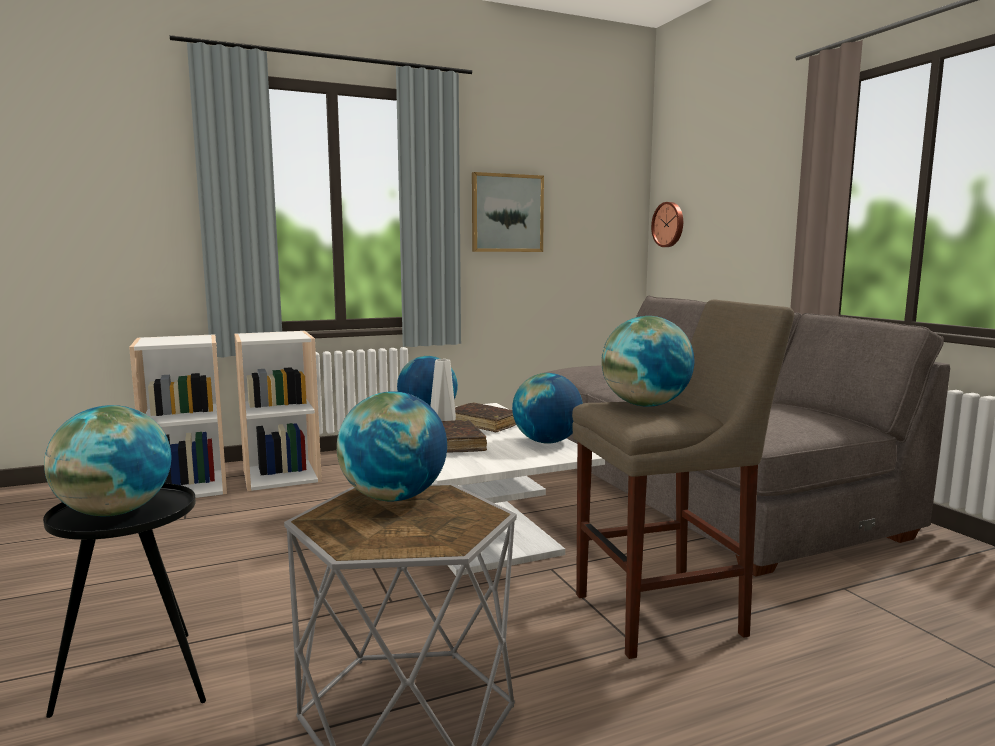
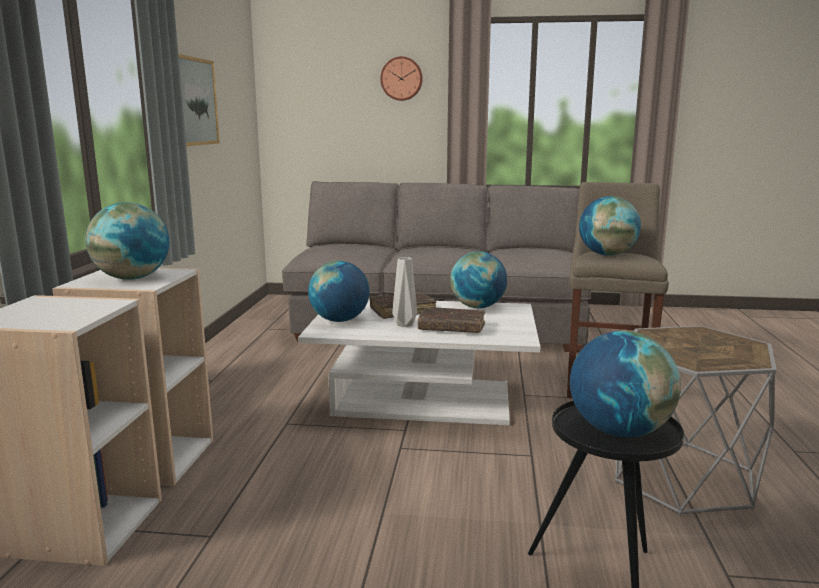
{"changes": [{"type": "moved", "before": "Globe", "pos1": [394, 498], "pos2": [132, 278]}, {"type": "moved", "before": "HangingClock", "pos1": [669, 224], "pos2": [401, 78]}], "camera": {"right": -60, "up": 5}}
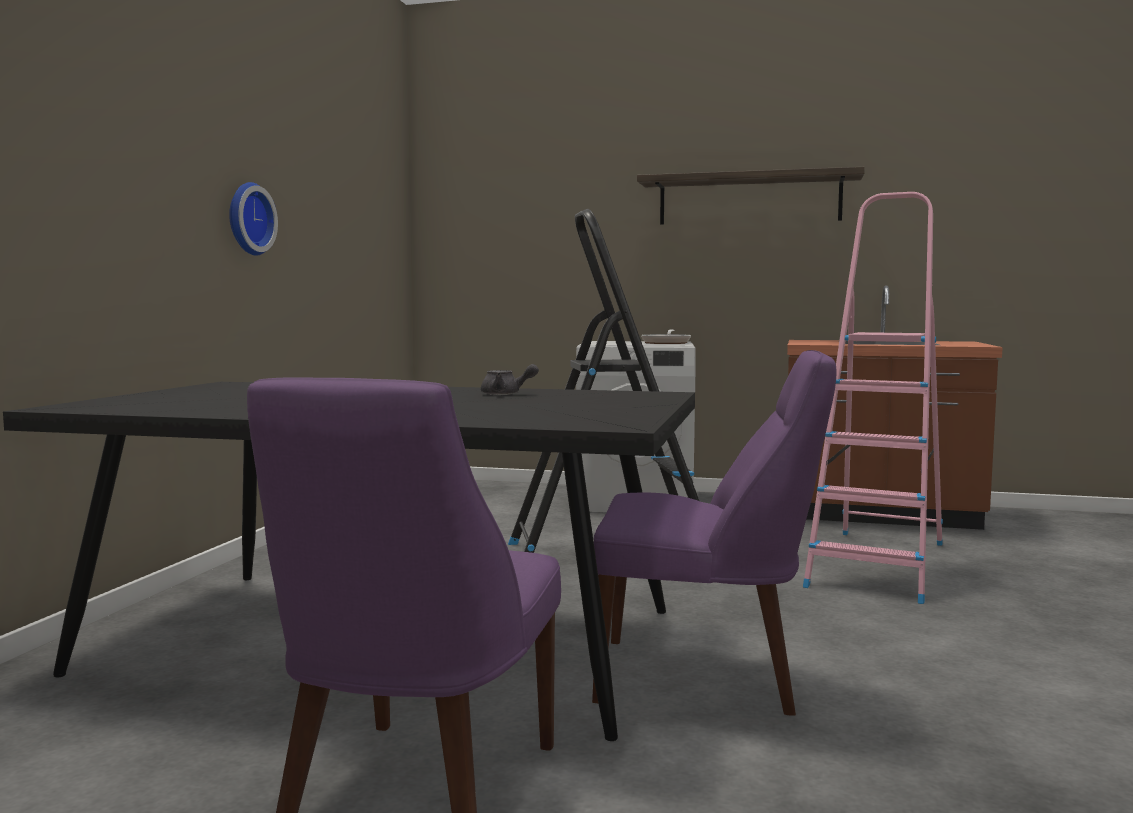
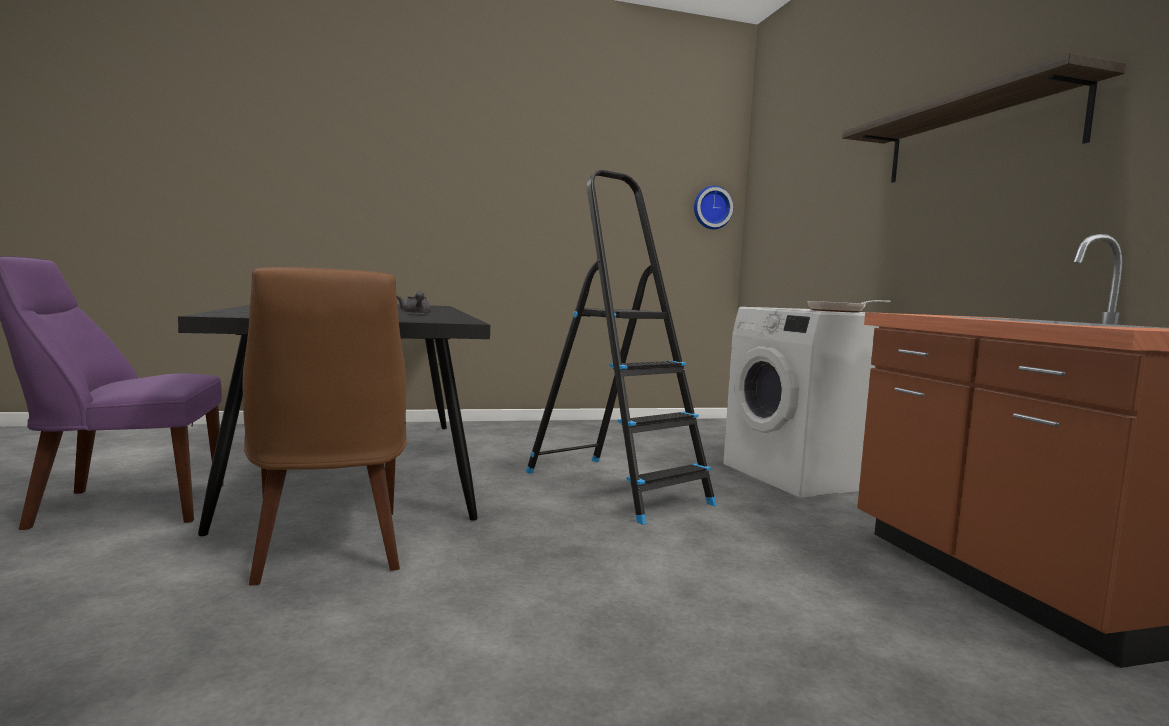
{"changes": [{"type": "recoloured", "before": "PurpleUprightChair", "after": "BrownUprightChair", "pos1": [706, 677], "pos2": [328, 548]}, {"type": "moved", "before": "HangingClock", "pos1": [247, 219], "pos2": [711, 208]}, {"type": "removed", "before": "PinkColouredStepLadder", "pos1": [878, 564]}], "camera": {"right": 60, "up": 0}}
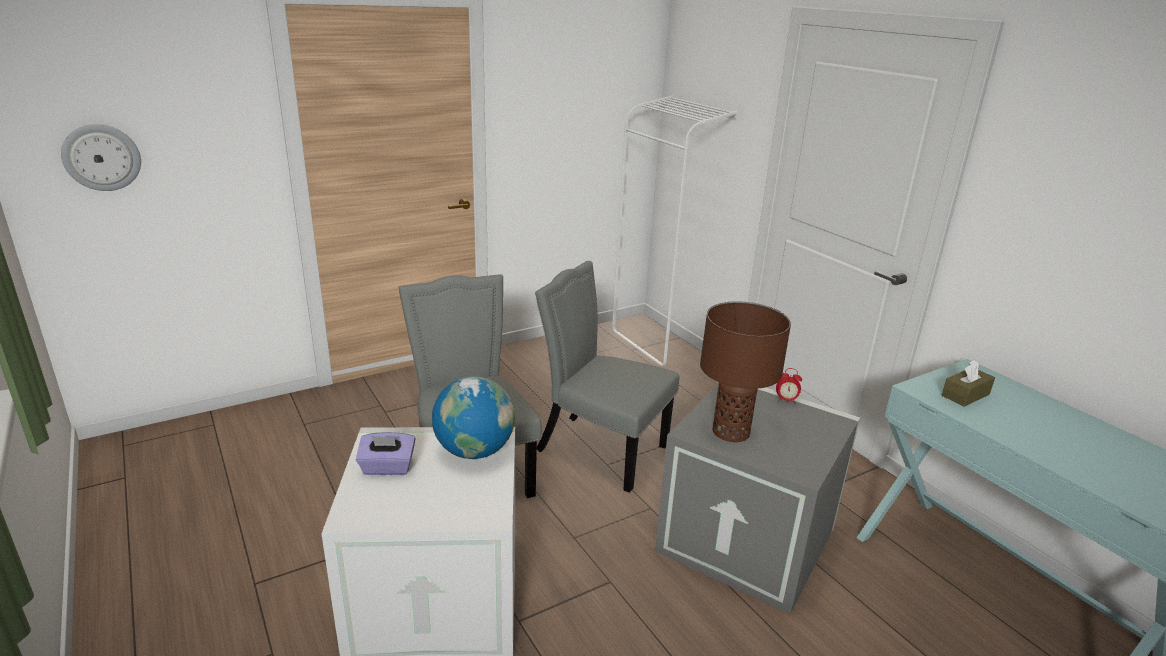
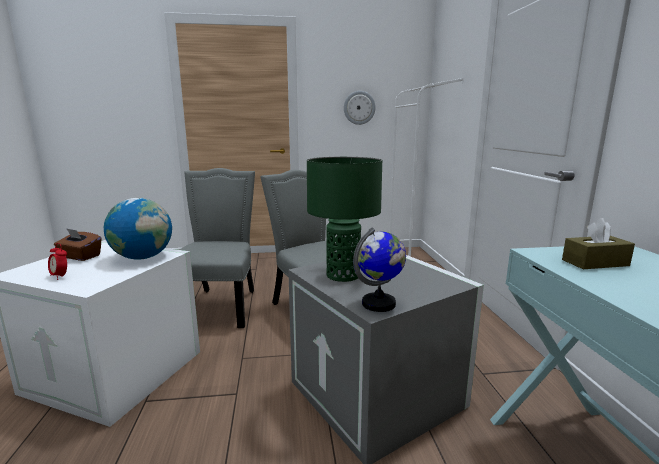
{"changes": [{"type": "moved", "before": "AlarmClock", "pos1": [786, 400], "pos2": [60, 276]}, {"type": "recoloured", "before": "PurpleTissueHolder", "after": "BrownTissueHolder", "pos1": [387, 468], "pos2": [80, 257]}, {"type": "recoloured", "before": "BrownLampForATable", "after": "GreenColouredLampForATable", "pos1": [731, 432], "pos2": [343, 275]}, {"type": "moved", "before": "HangingClock", "pos1": [102, 157], "pos2": [359, 107]}, {"type": "added", "after": "Globe", "pos2": [379, 304]}], "camera": {"right": 25, "up": -10}}
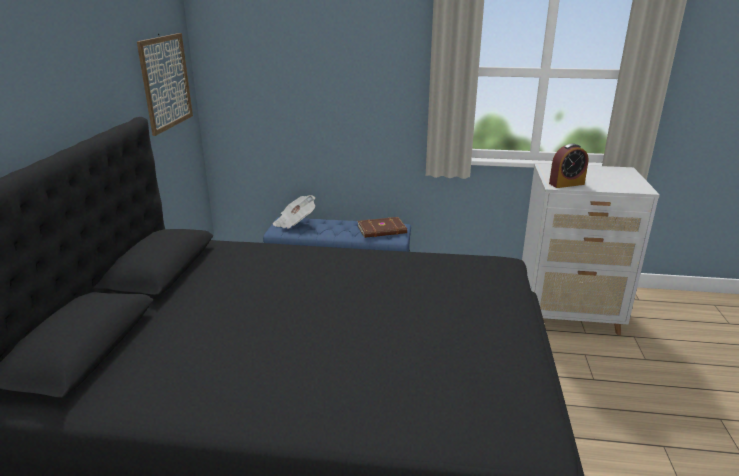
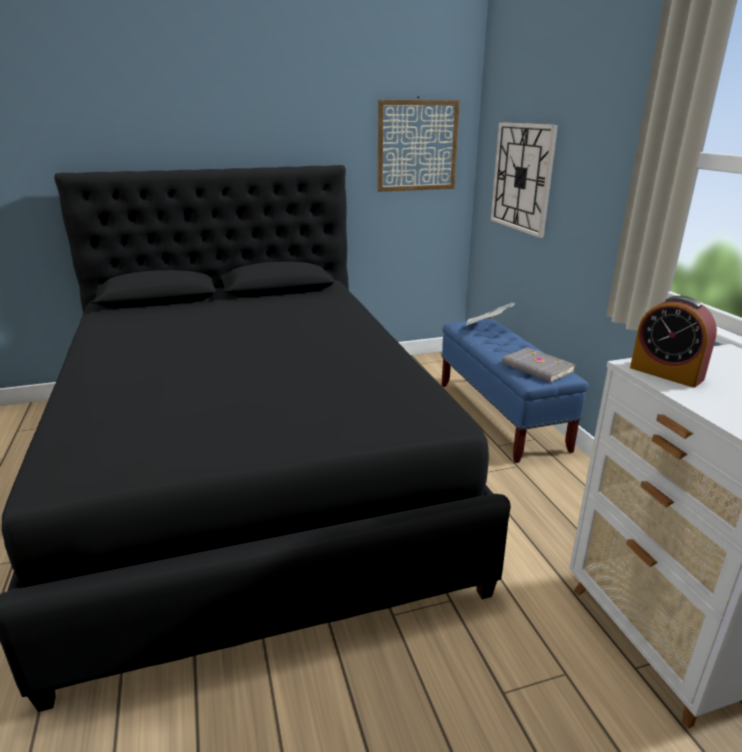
{"changes": [{"type": "added", "after": "HangingClock", "pos2": [522, 177]}, {"type": "recoloured", "before": "BrownVolume", "after": "GrayVolume", "pos1": [382, 230], "pos2": [537, 368]}], "camera": {"right": 65, "up": 0}}
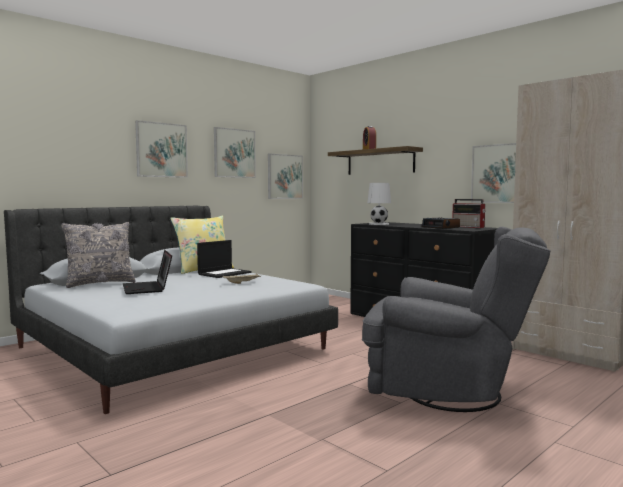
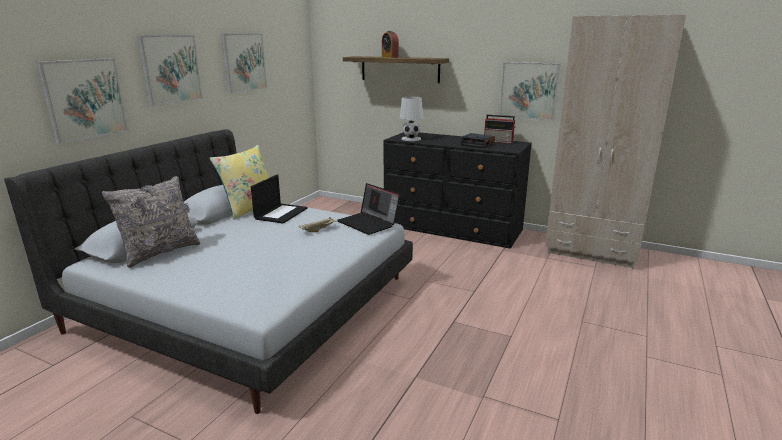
{"changes": [{"type": "moved", "before": "WallArt", "pos1": [285, 176], "pos2": [85, 99]}, {"type": "moved", "before": "PortableComputer", "pos1": [148, 288], "pos2": [369, 223]}, {"type": "removed", "before": "GrayLoungeChair", "pos1": [448, 392]}], "camera": {"right": -20, "up": 15}}
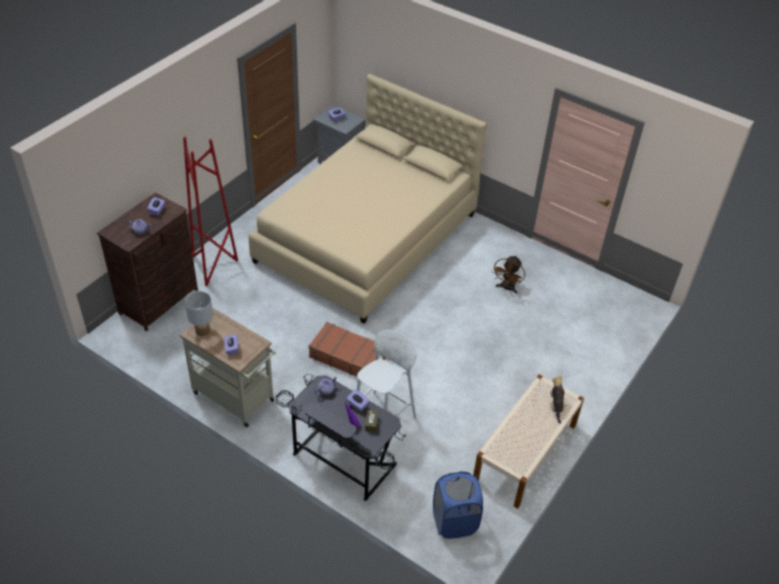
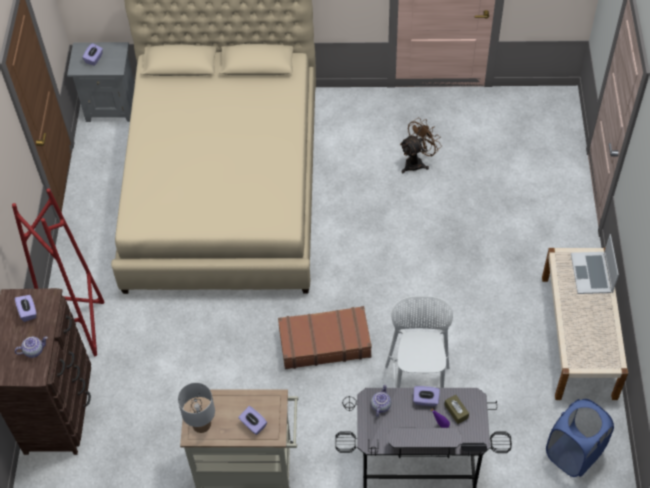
{"changes": [{"type": "turned", "before": "BrownCoolingFan", "pos1": [506, 288], "pos2": [417, 162], "turn": -120}, {"type": "replaced", "before": "SoftToy", "after": "PortableComputer", "pos1": [556, 406], "pos2": [592, 273]}], "camera": {"right": -30, "up": 10}}
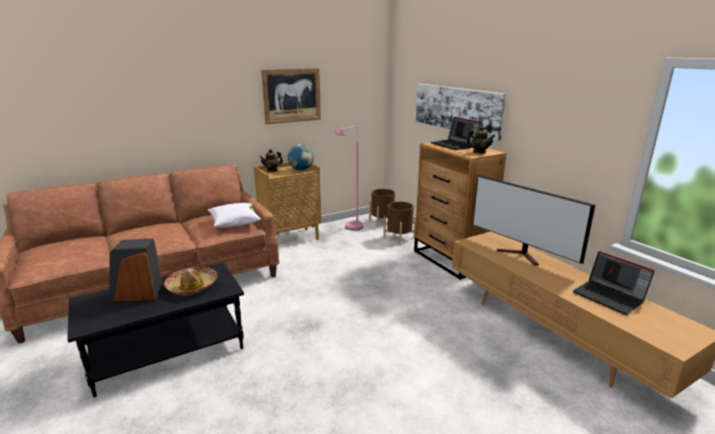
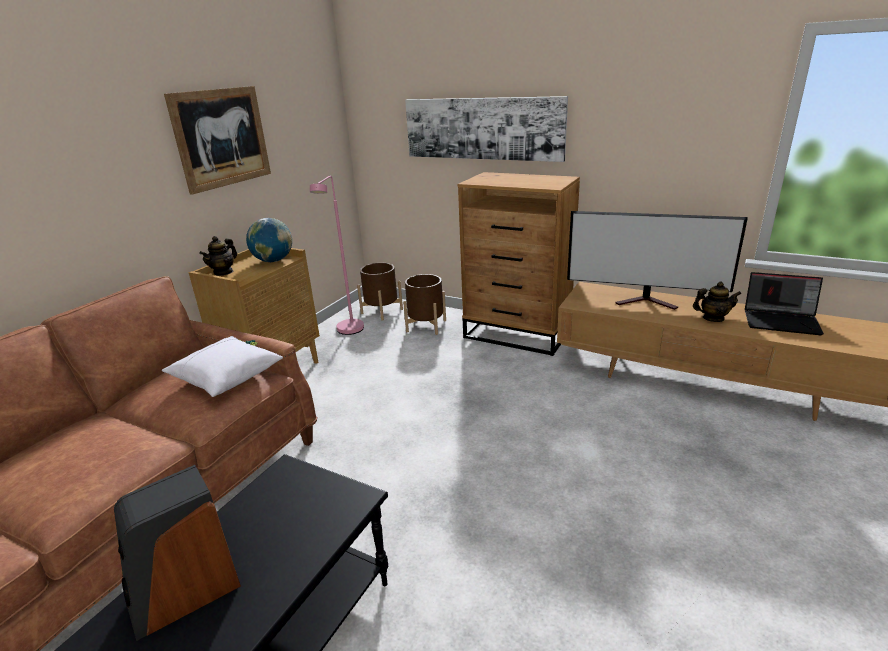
{"changes": [{"type": "moved", "before": "PotForTea", "pos1": [479, 152], "pos2": [713, 318]}, {"type": "removed", "before": "WearableHat", "pos1": [192, 286]}, {"type": "removed", "before": "PortableComputer", "pos1": [454, 145]}], "camera": {"right": -30, "up": 5}}
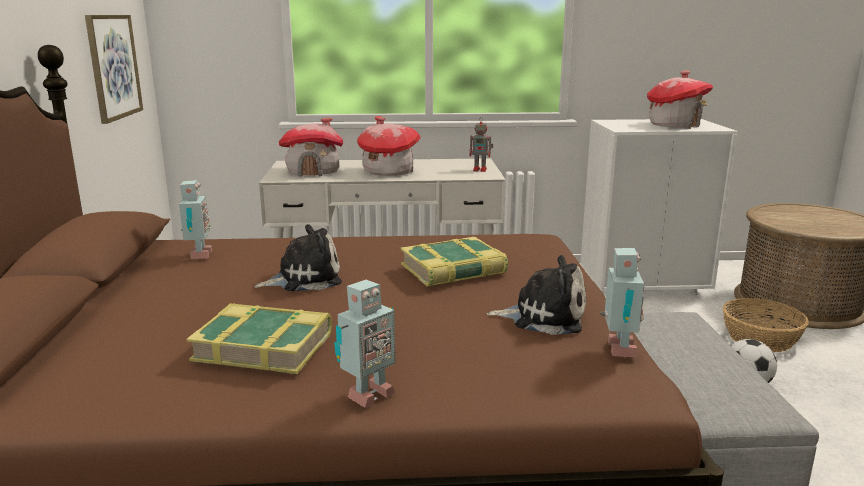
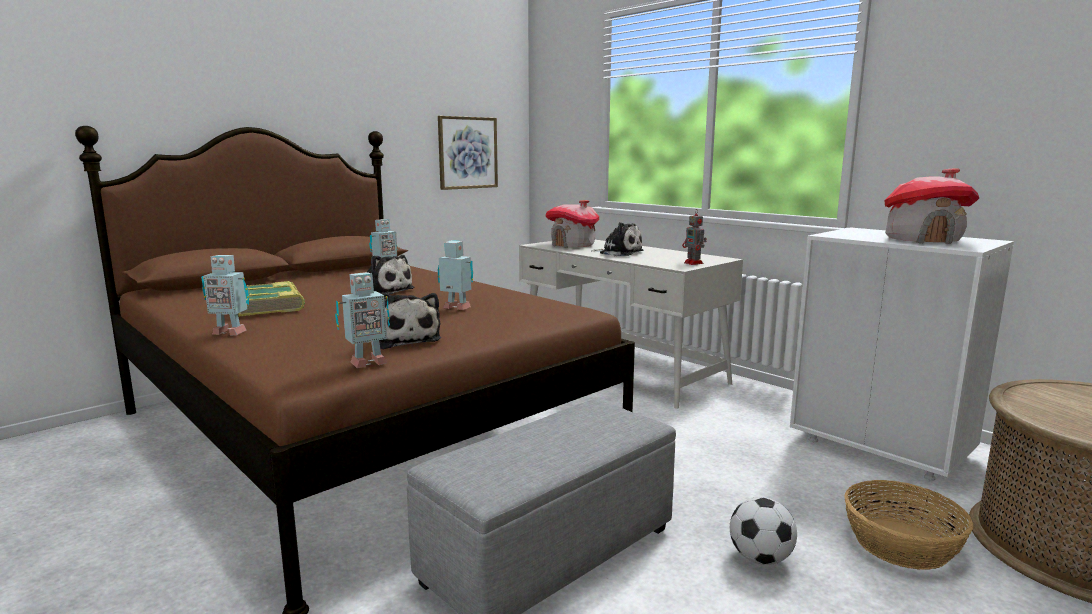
{"changes": [{"type": "replaced", "before": "Volume", "after": "ModelRobot", "pos1": [453, 270], "pos2": [456, 308]}, {"type": "replaced", "before": "MiniatureHouse", "after": "SoftToy", "pos1": [388, 171], "pos2": [619, 253]}], "camera": {"right": 50, "up": -5}}
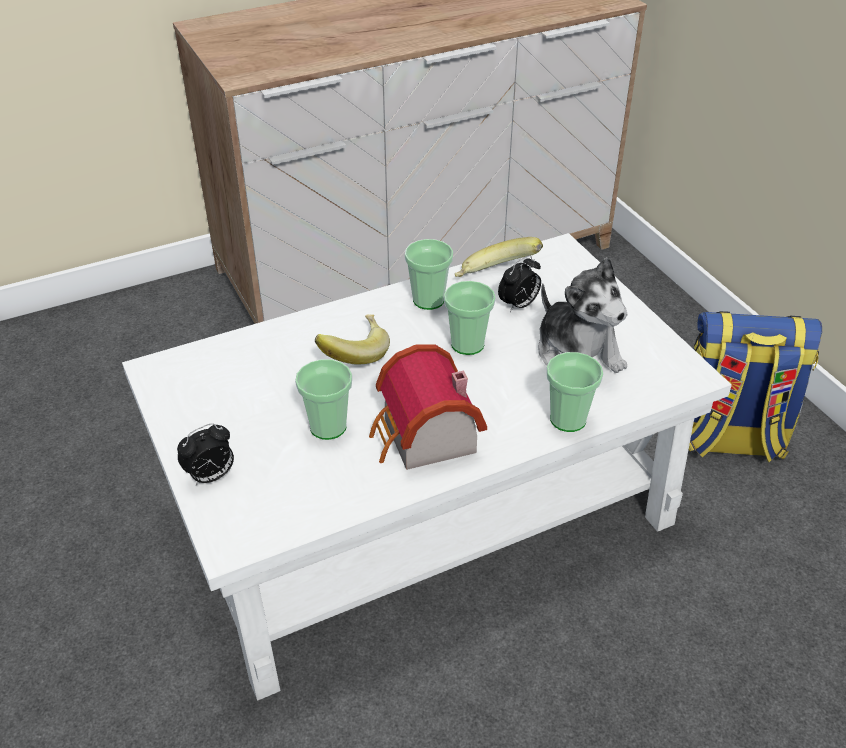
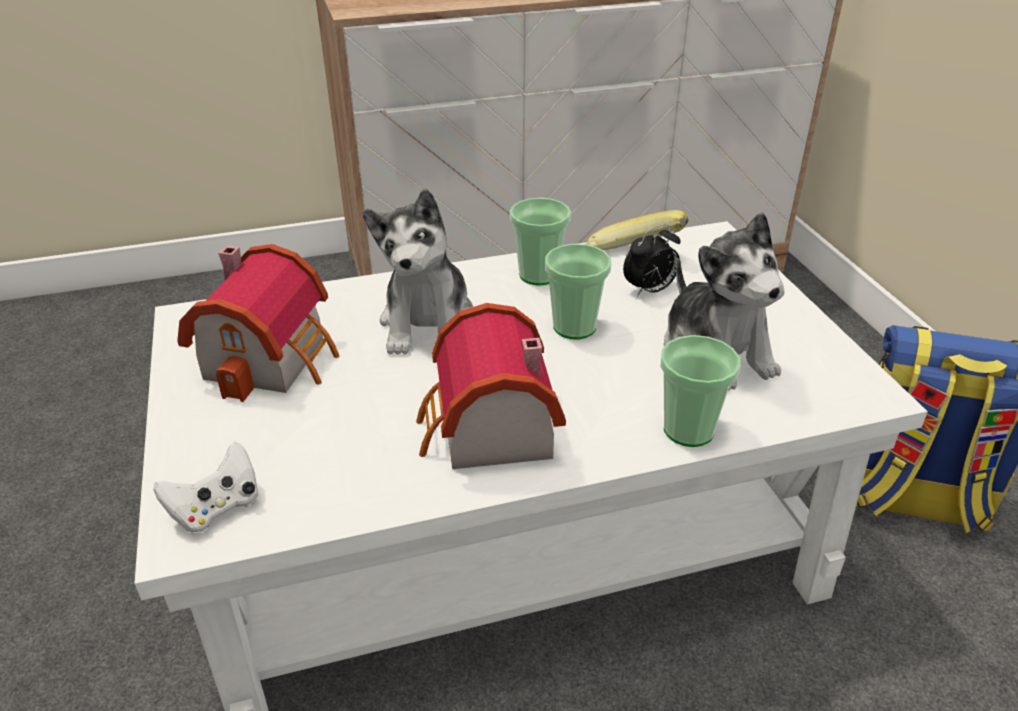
{"changes": [{"type": "added", "after": "WhitishJoypad", "pos2": [217, 509]}, {"type": "added", "after": "MiniatureHouse", "pos2": [273, 358]}, {"type": "replaced", "before": "BananaFruit", "after": "SoftToy", "pos1": [353, 353], "pos2": [429, 323]}, {"type": "removed", "before": "AlarmClock", "pos1": [211, 476]}, {"type": "removed", "before": "Cup", "pos1": [328, 426]}], "camera": {"right": 10, "up": -5}}
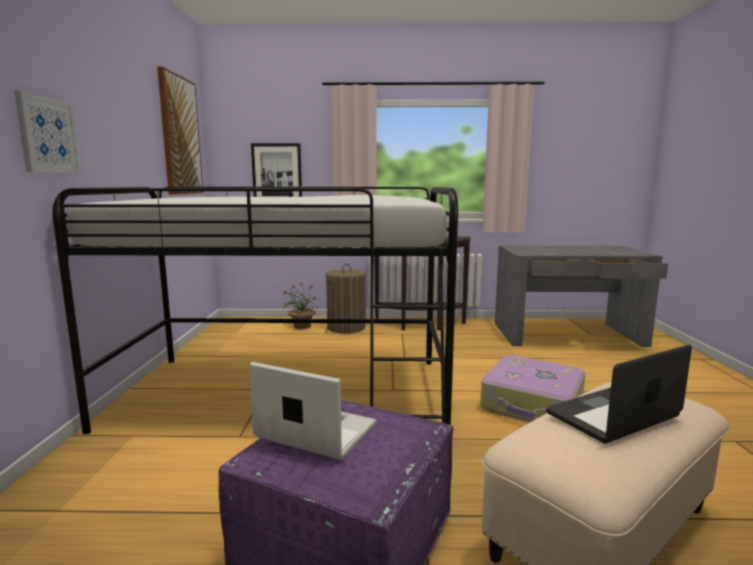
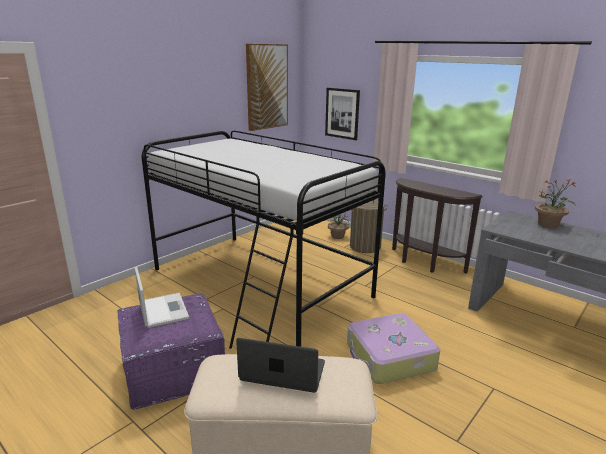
{"changes": [{"type": "added", "after": "PottedPlant", "pos2": [548, 224]}, {"type": "removed", "before": "WallArt", "pos1": [47, 135]}], "camera": {"right": 40, "up": 10}}
